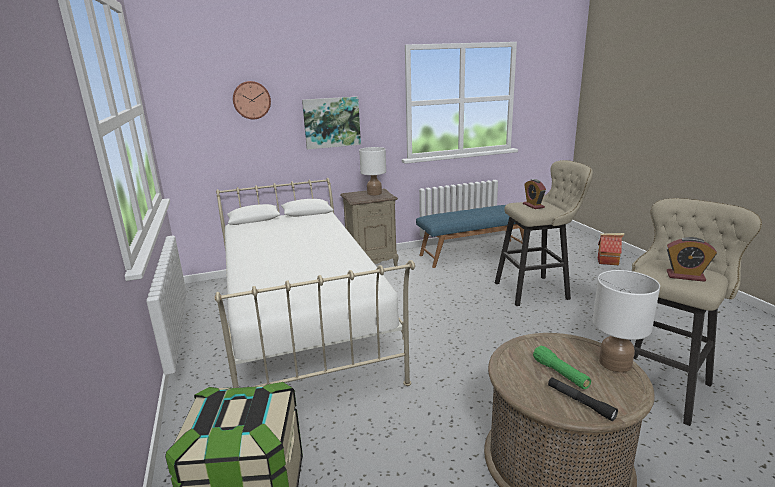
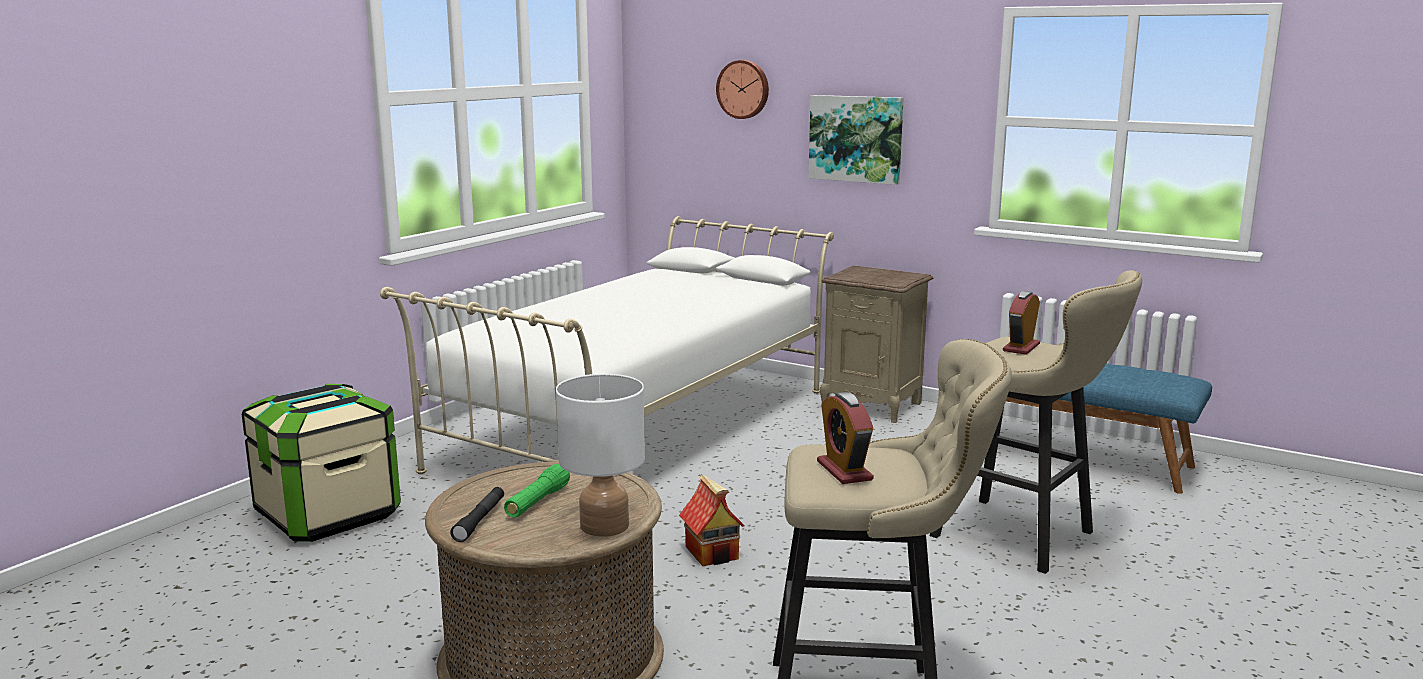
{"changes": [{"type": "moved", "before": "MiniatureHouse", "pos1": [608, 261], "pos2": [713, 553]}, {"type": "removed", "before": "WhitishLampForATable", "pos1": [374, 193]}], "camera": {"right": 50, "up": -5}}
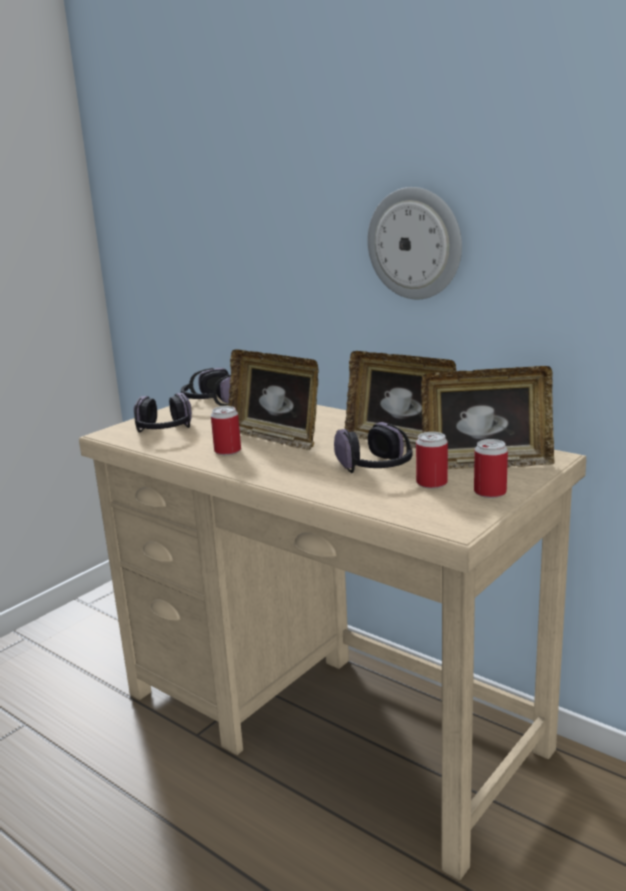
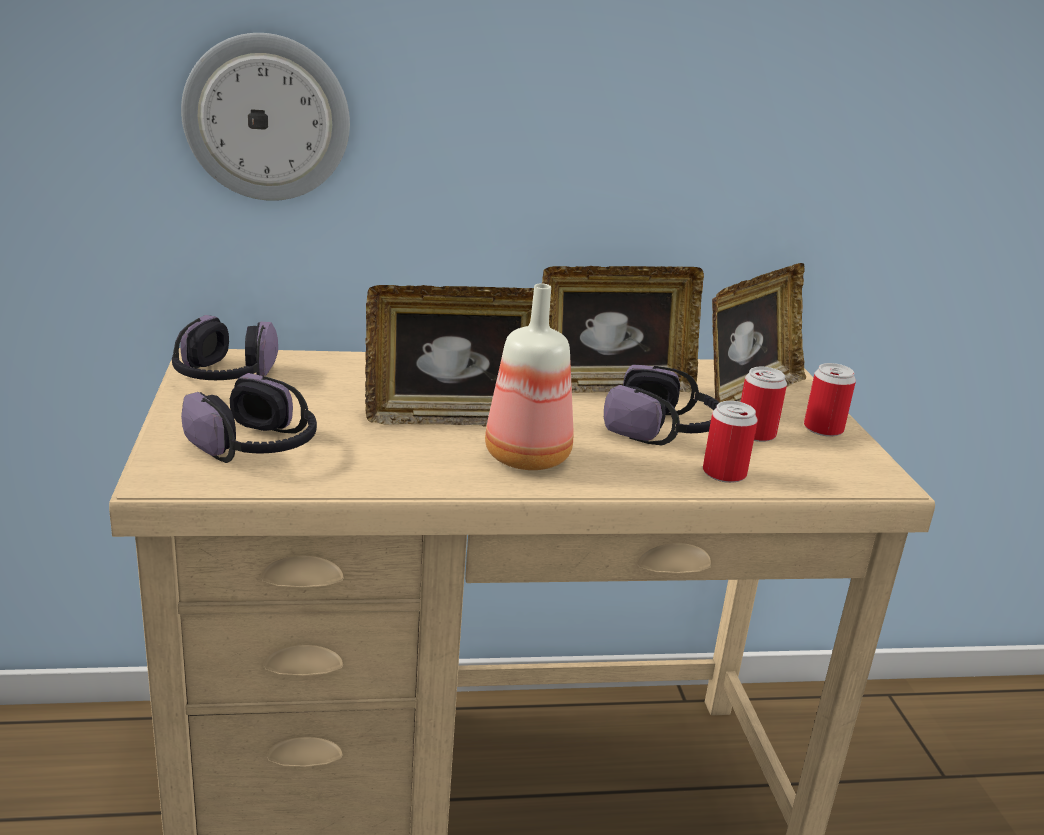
{"changes": [{"type": "moved", "before": "HangingClock", "pos1": [415, 243], "pos2": [267, 118]}, {"type": "added", "after": "DrinkBottle", "pos2": [530, 458]}, {"type": "moved", "before": "SealedCan", "pos1": [227, 451], "pos2": [724, 473]}], "camera": {"right": -50, "up": 5}}
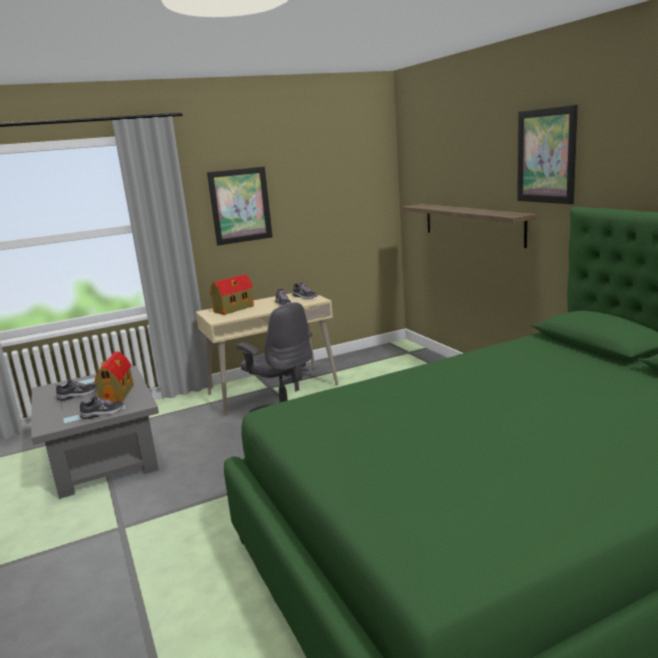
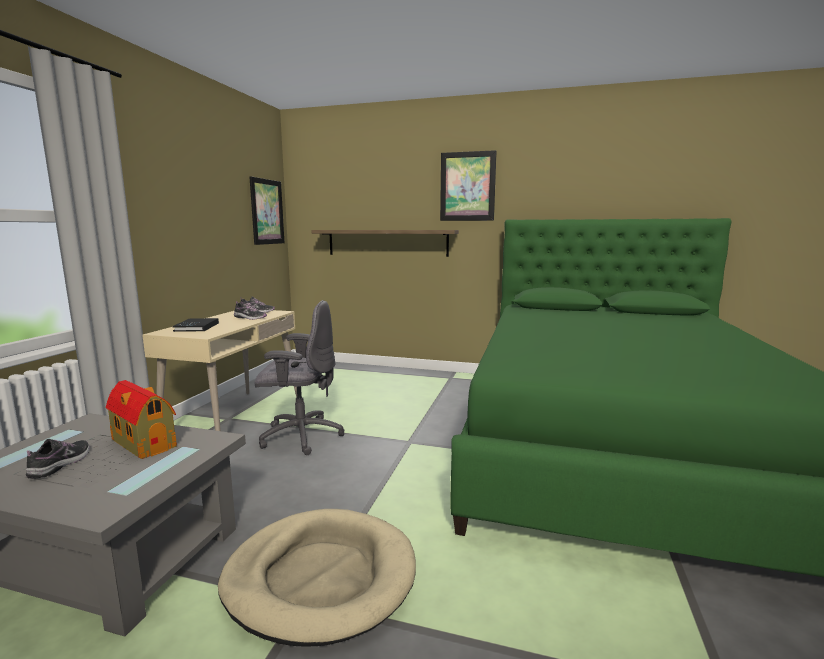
{"changes": [{"type": "replaced", "before": "MiniatureHouse", "after": "BlackVolume", "pos1": [233, 309], "pos2": [196, 327]}, {"type": "added", "after": "BeigeColouredDogBed", "pos2": [320, 577]}, {"type": "moved", "before": "WallArt", "pos1": [240, 205], "pos2": [267, 212]}, {"type": "removed", "before": "Shoe", "pos1": [103, 413]}], "camera": {"right": -50, "up": -5}}
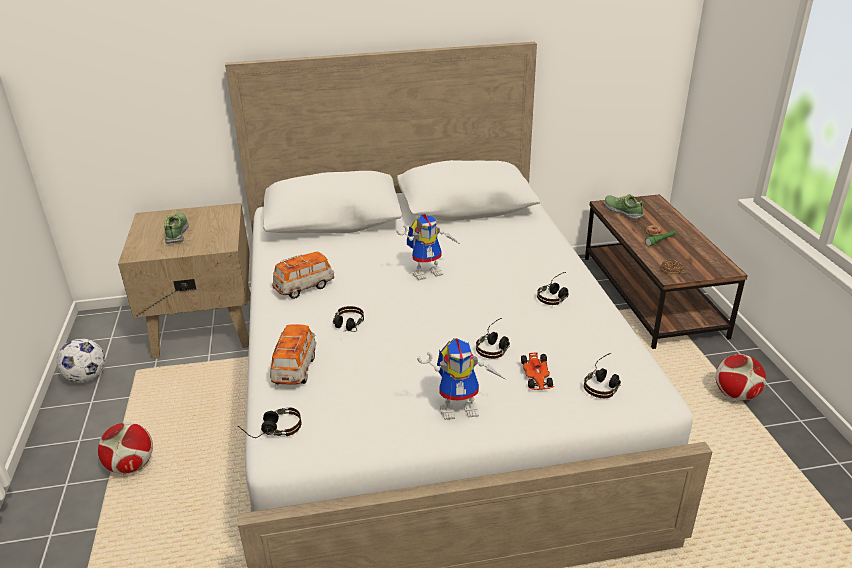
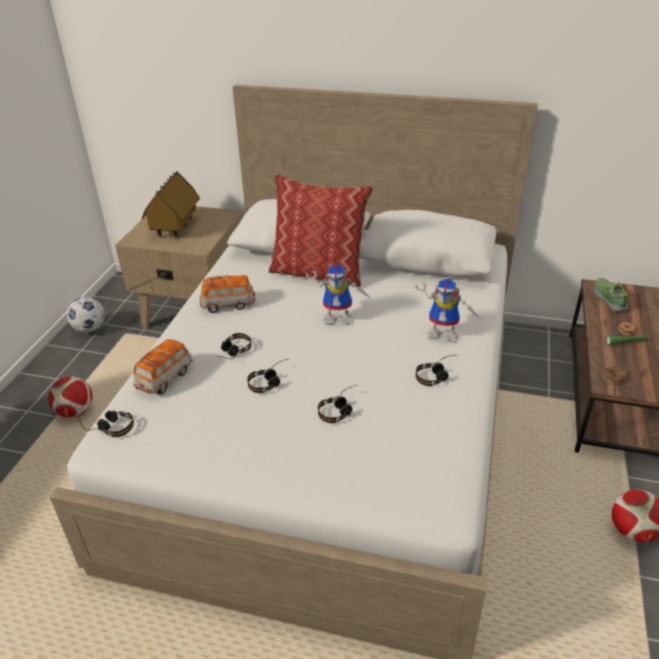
{"changes": [{"type": "replaced", "before": "Shoe", "after": "MiniatureHouse", "pos1": [177, 233], "pos2": [175, 228]}, {"type": "moved", "before": "PairOfHeadphones", "pos1": [604, 383], "pos2": [271, 381]}, {"type": "added", "after": "Pillow", "pos2": [319, 272]}, {"type": "moved", "before": "ModelRobot", "pos1": [461, 407], "pos2": [445, 334]}, {"type": "removed", "before": "ModelCar", "pos1": [537, 377]}], "camera": {"right": 25, "up": 5}}
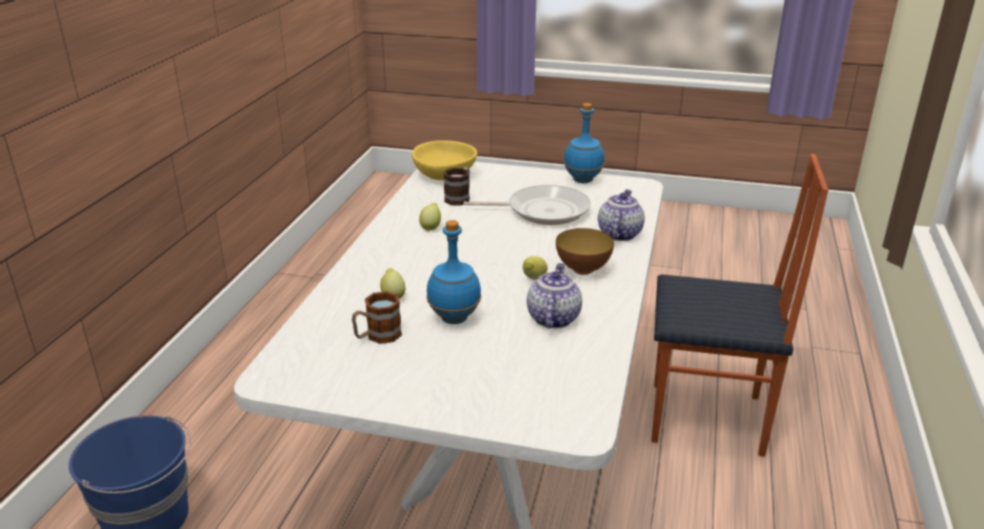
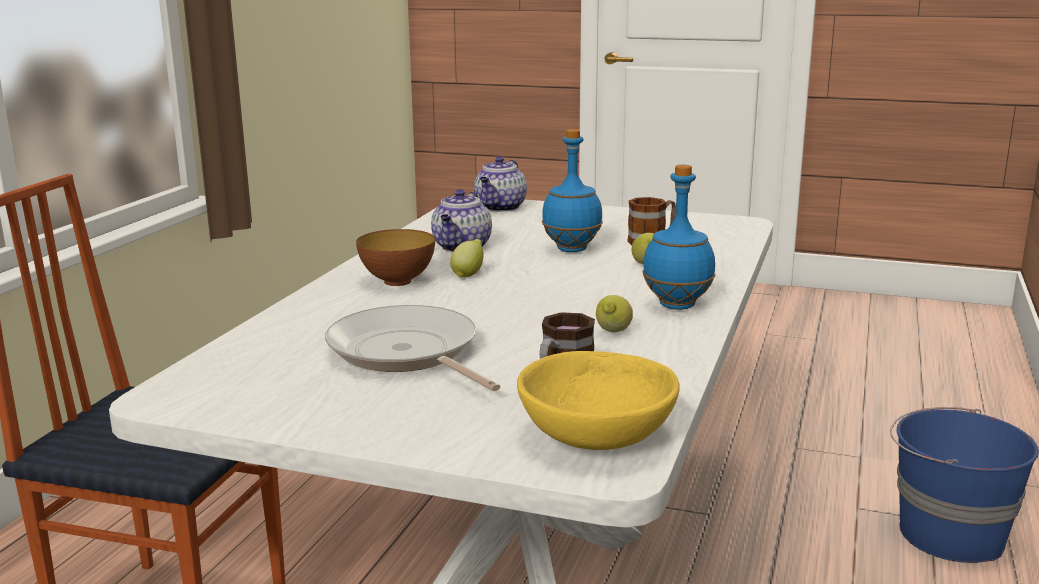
{"changes": [{"type": "turned", "before": "FryingPan", "pos1": [543, 211], "pos2": [407, 353], "turn": 45}, {"type": "moved", "before": "PotForTea", "pos1": [619, 233], "pos2": [500, 208]}, {"type": "moved", "before": "BlueDrinkBottle", "pos1": [583, 180], "pos2": [676, 305]}], "camera": {"right": -175, "up": -10}}
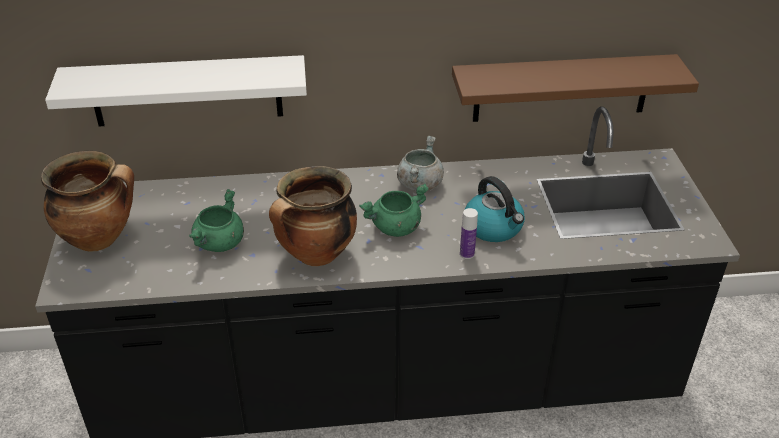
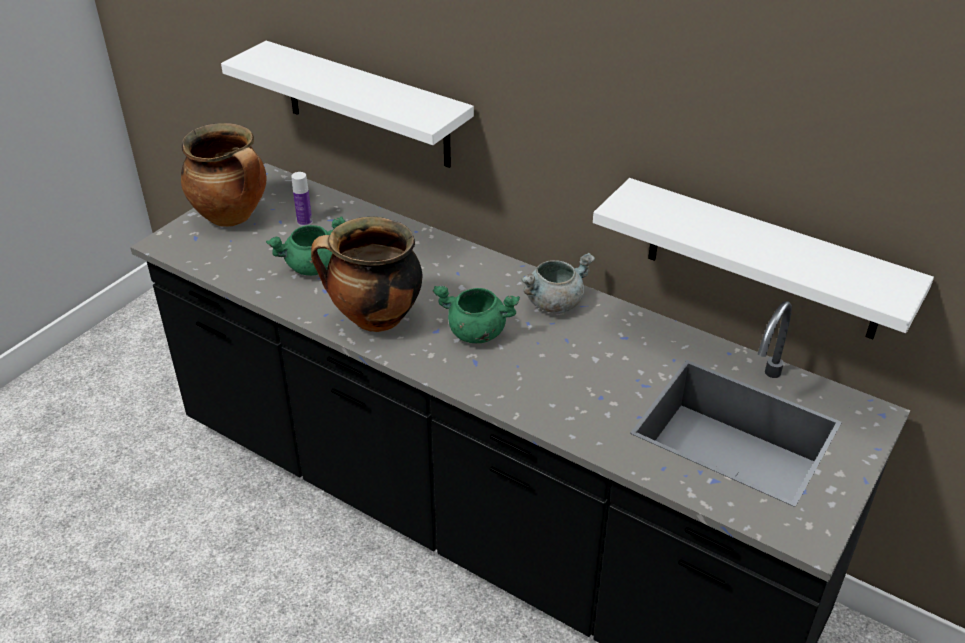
{"changes": [{"type": "moved", "before": "DrinkBottle", "pos1": [467, 254], "pos2": [304, 222]}, {"type": "recoloured", "before": "BrownWallShelf", "after": "WhitishWallShelf", "pos1": [561, 88], "pos2": [763, 260]}, {"type": "removed", "before": "Kettle", "pos1": [494, 227]}], "camera": {"right": 40, "up": 0}}
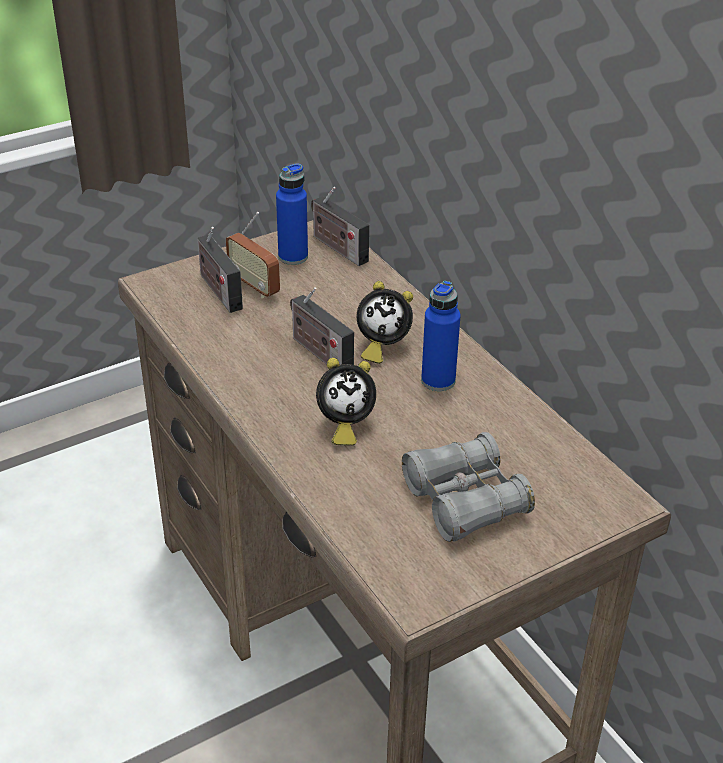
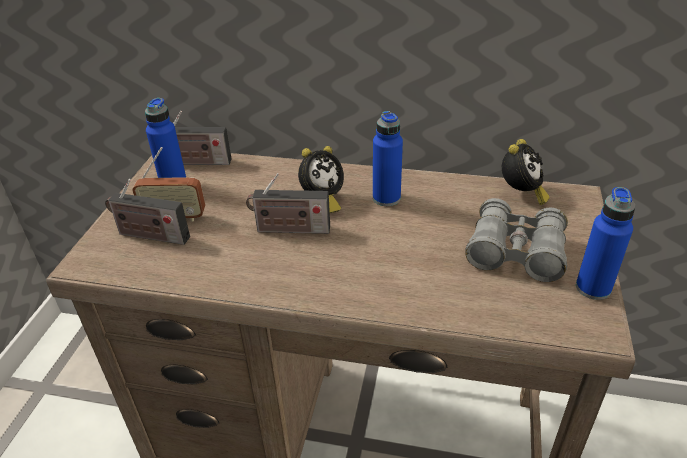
{"changes": [{"type": "moved", "before": "AlarmClock", "pos1": [343, 425], "pos2": [521, 194]}, {"type": "added", "after": "BlueDrinkBottle", "pos2": [593, 288]}], "camera": {"right": -45, "up": 0}}
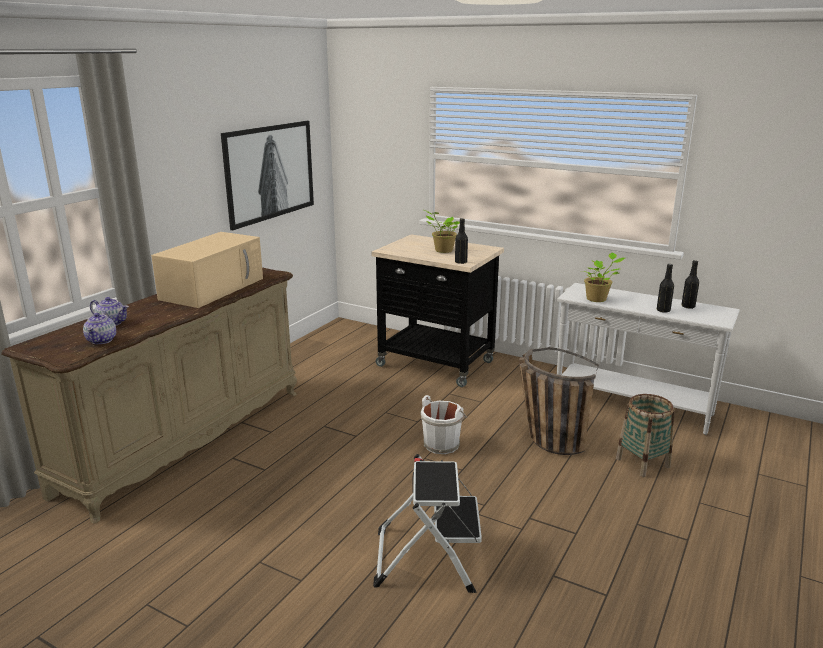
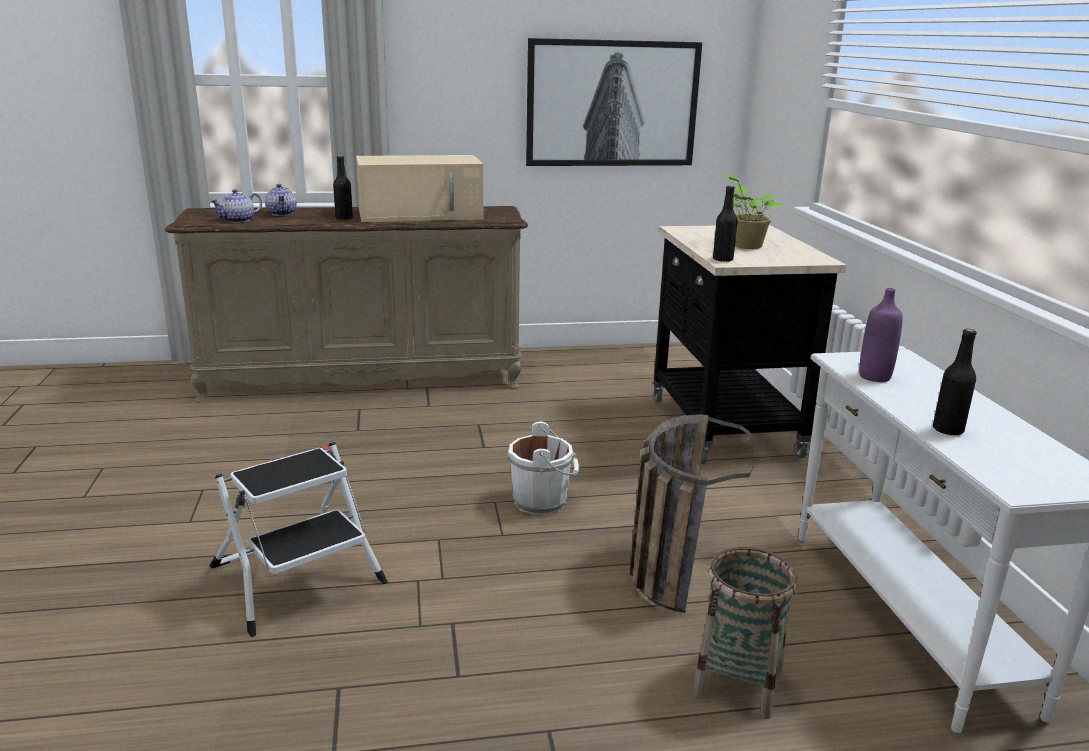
{"changes": [{"type": "moved", "before": "BlackDrinkBottle", "pos1": [688, 306], "pos2": [344, 218]}, {"type": "replaced", "before": "PottedPlant", "after": "PurpleDrinkBottle", "pos1": [598, 299], "pos2": [874, 376]}], "camera": {"right": 50, "up": 0}}
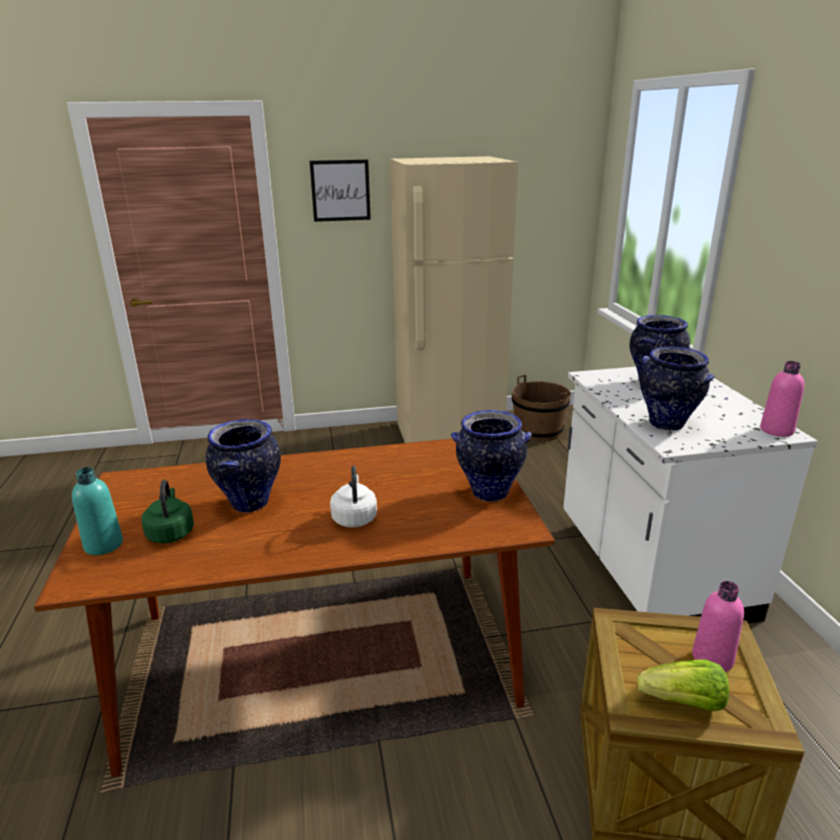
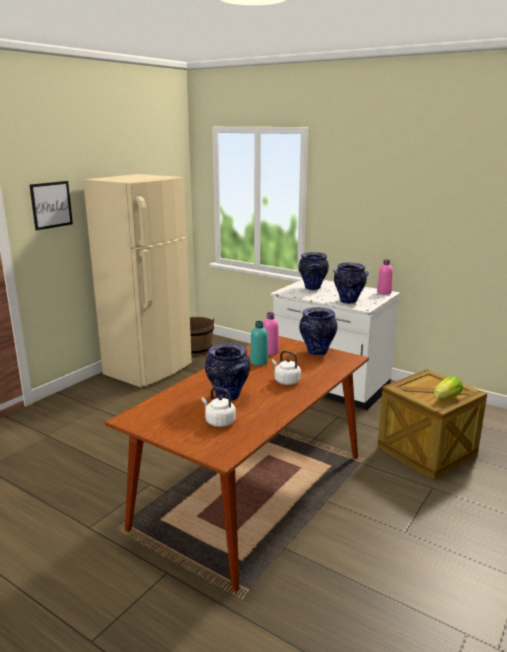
{"changes": [{"type": "recoloured", "before": "GreenColouredKettle", "after": "WhitishKettle", "pos1": [171, 533], "pos2": [219, 421]}, {"type": "moved", "before": "TurquoiseColouredDrinkBottle", "pos1": [103, 545], "pos2": [259, 362]}, {"type": "moved", "before": "PinkColouredDrinkBottle", "pos1": [712, 658], "pos2": [270, 352]}], "camera": {"right": -45, "up": -5}}
